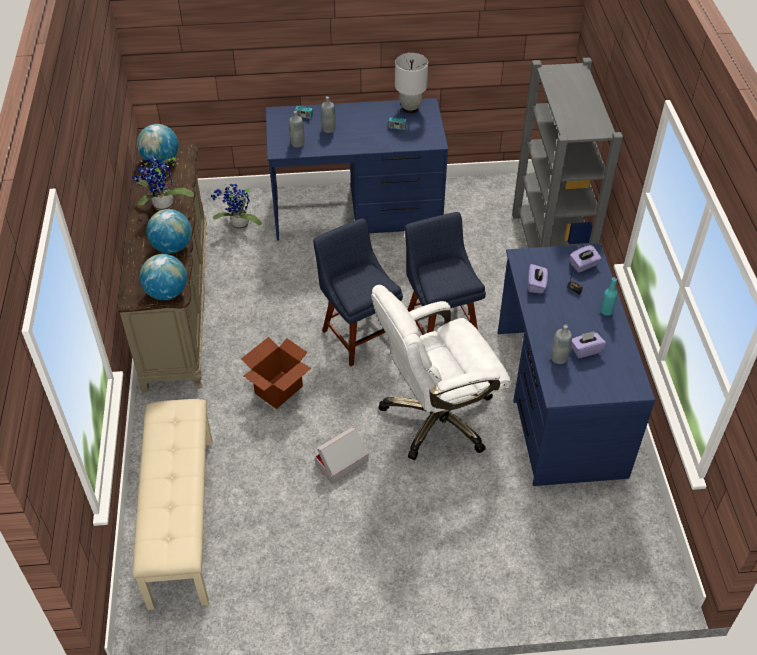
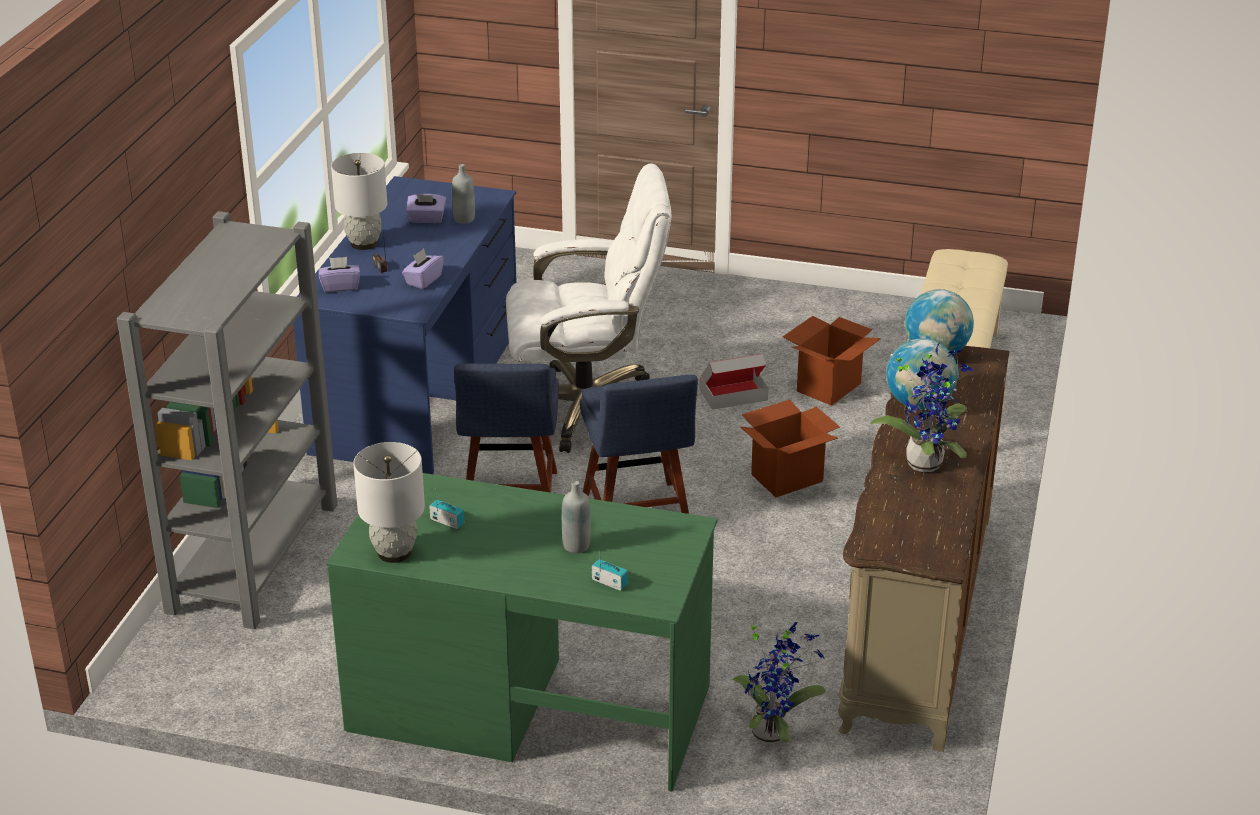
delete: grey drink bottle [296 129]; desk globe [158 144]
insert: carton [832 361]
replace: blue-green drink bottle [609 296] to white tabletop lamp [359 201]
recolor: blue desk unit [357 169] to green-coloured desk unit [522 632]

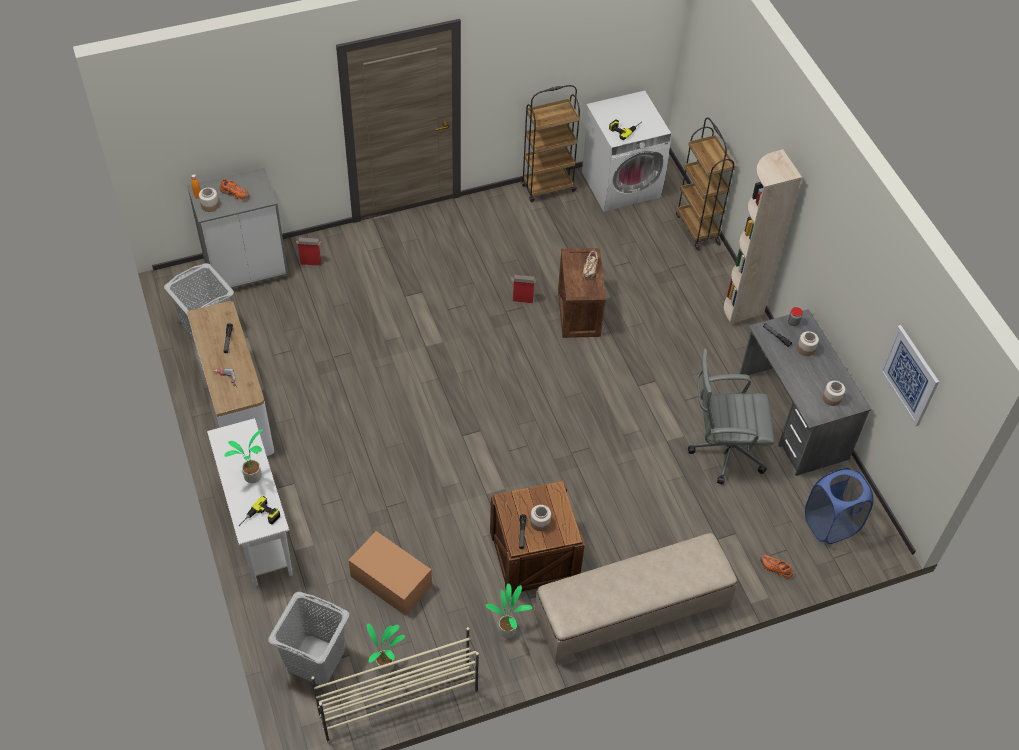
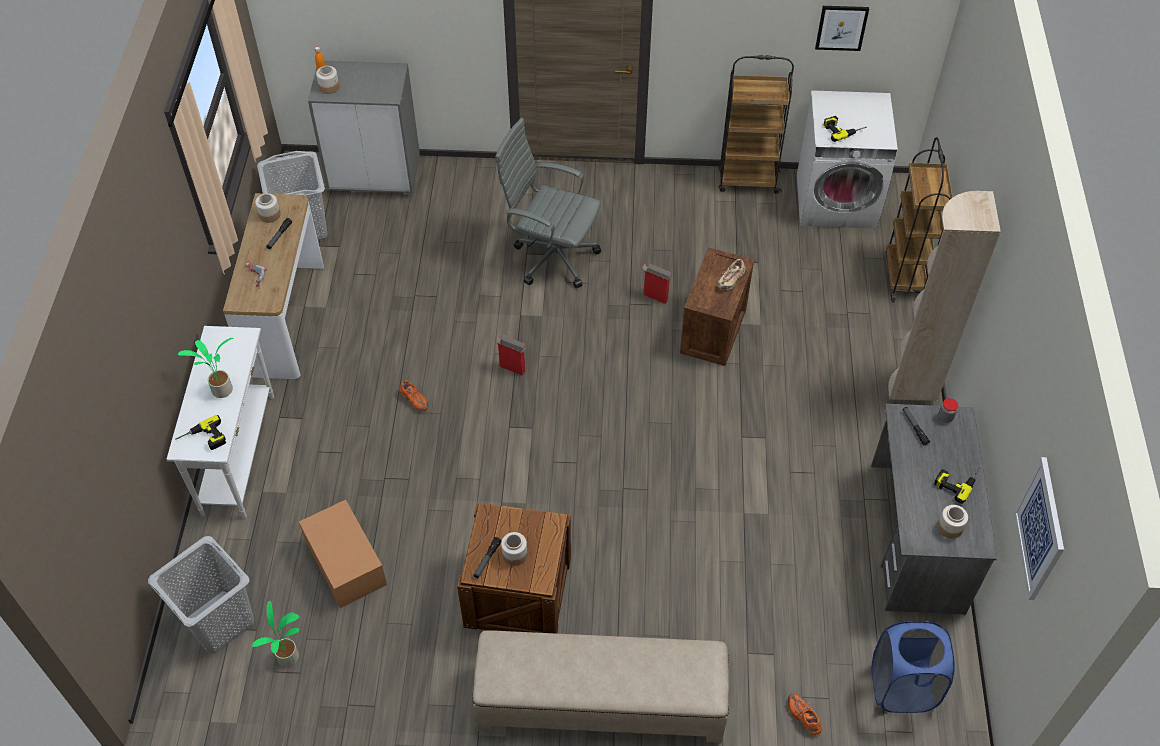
delete: houseplant [508 610]; beige-coloured shoe rack [395 685]
insert: wall art [842 28]; drill [957 485]
move: orangey low shoe [234 189] to [413 396]; carton [308 252] to [511 355]; storage jar [808 343] to [267 208]; grey office chair [731 416] to [548 203]

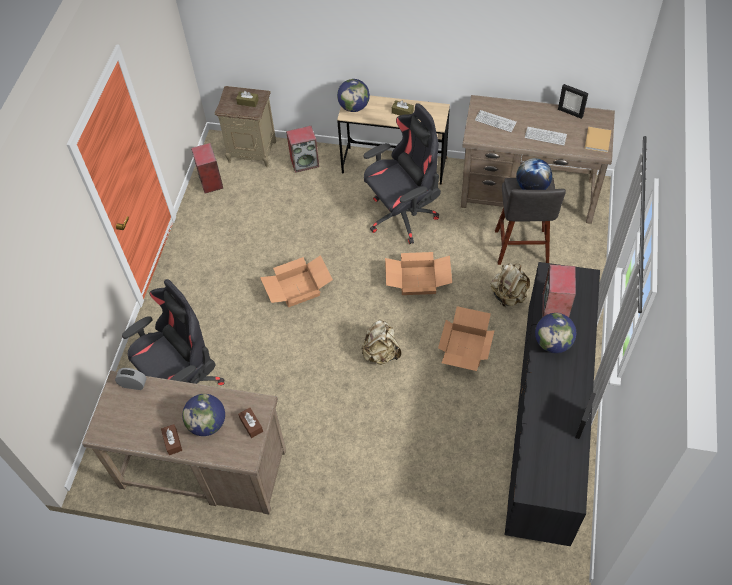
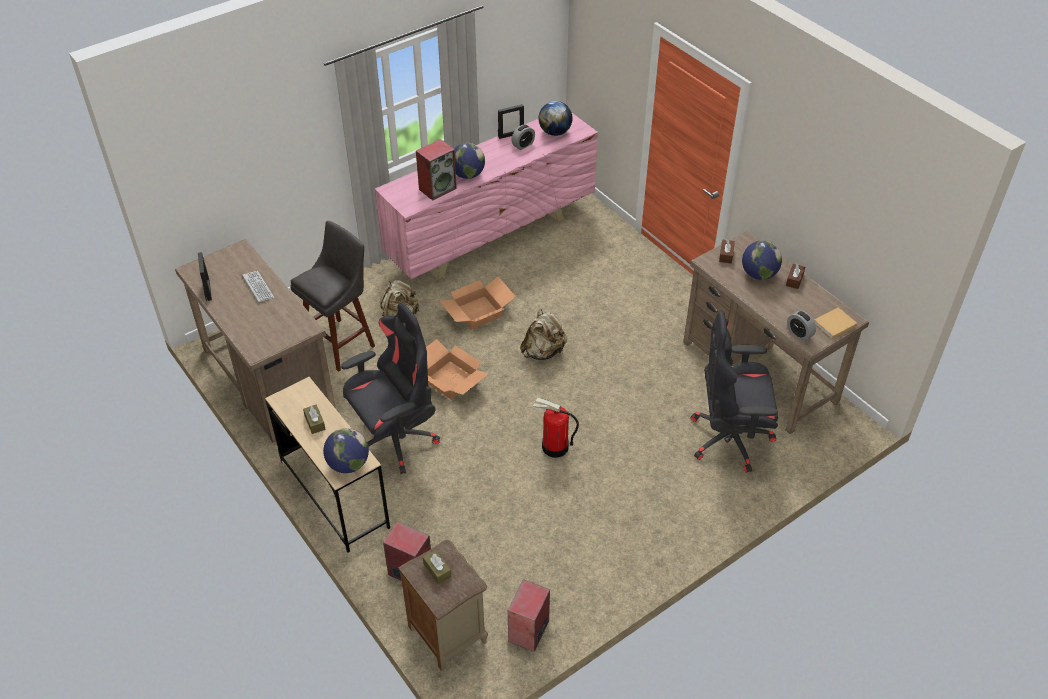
delete: keyboard [496 121]
insert: table clock [523 137]
move: beige-coloured bound book [597 140] to [836 323]; desk globe [534 174] to [555 118]
replace: carton [296 281] to extinguisher [556 428]
recolor: black-coloured cabinet [552 404] to pink cabinet [486 196]
rotate: black-coloured office chair [402 173] = [390 388] 135 degrees clockwise

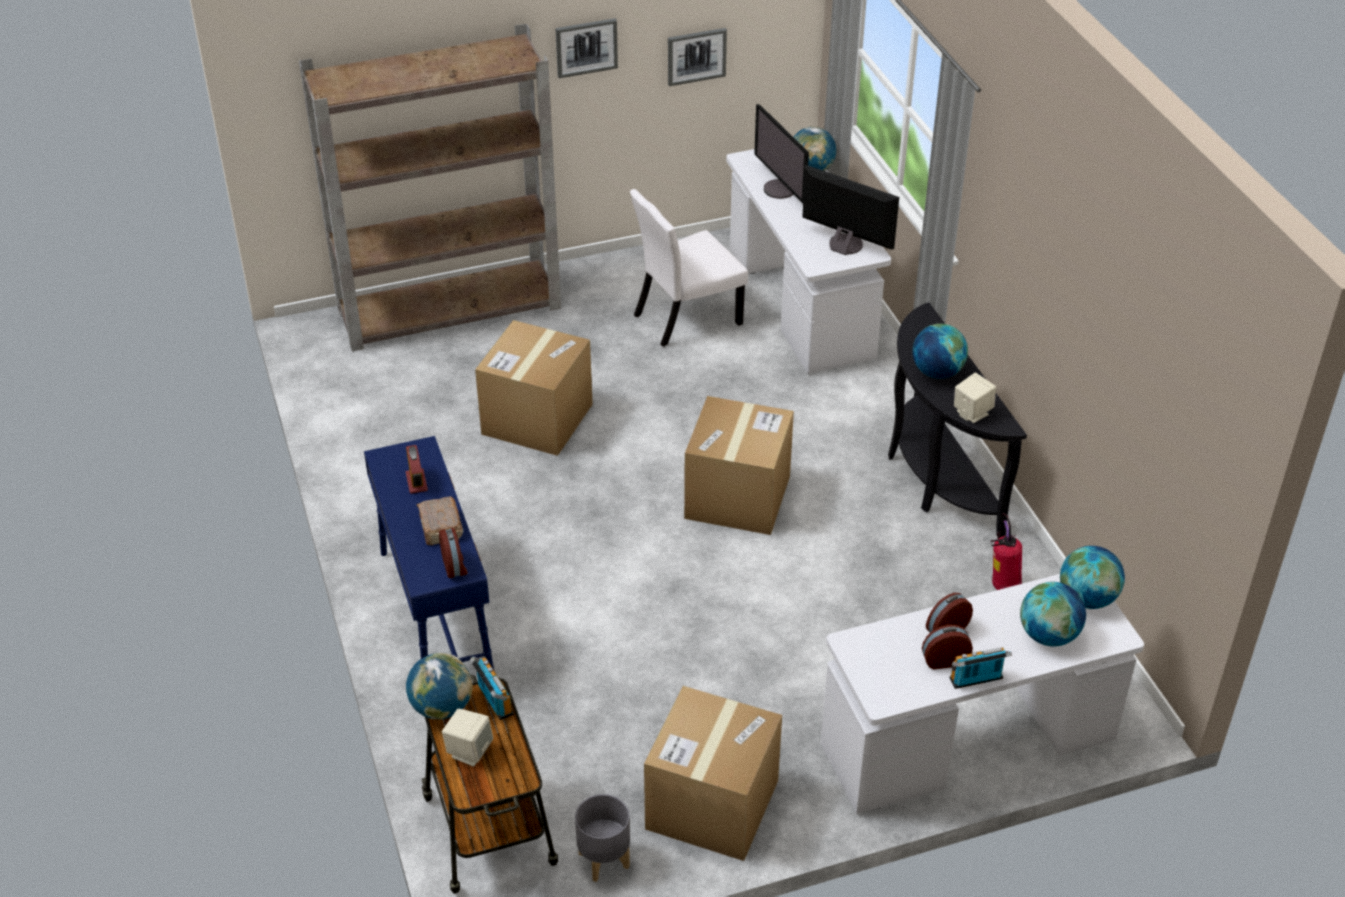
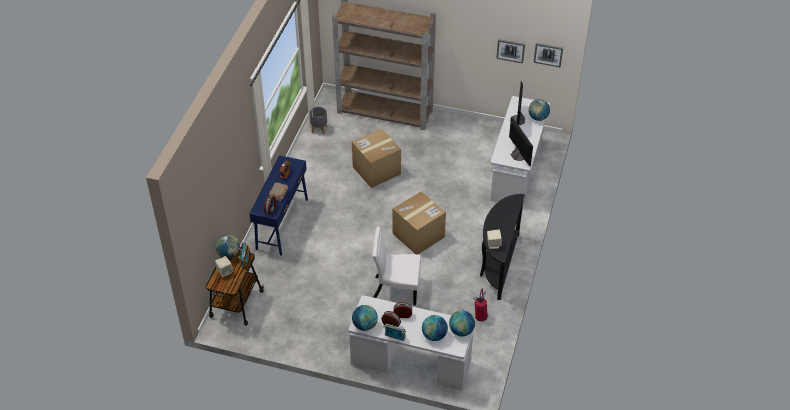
delete: carton [713 773]
move: wall art [586 48] to [548 55]; white upright chair [689 268] to [396 266]; desk globe [940 351] to [365 318]; grey planter [602 838] to [318 120]

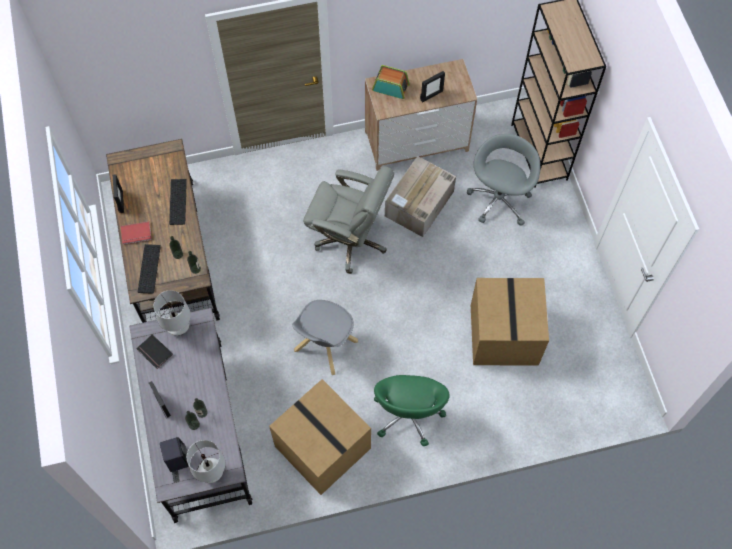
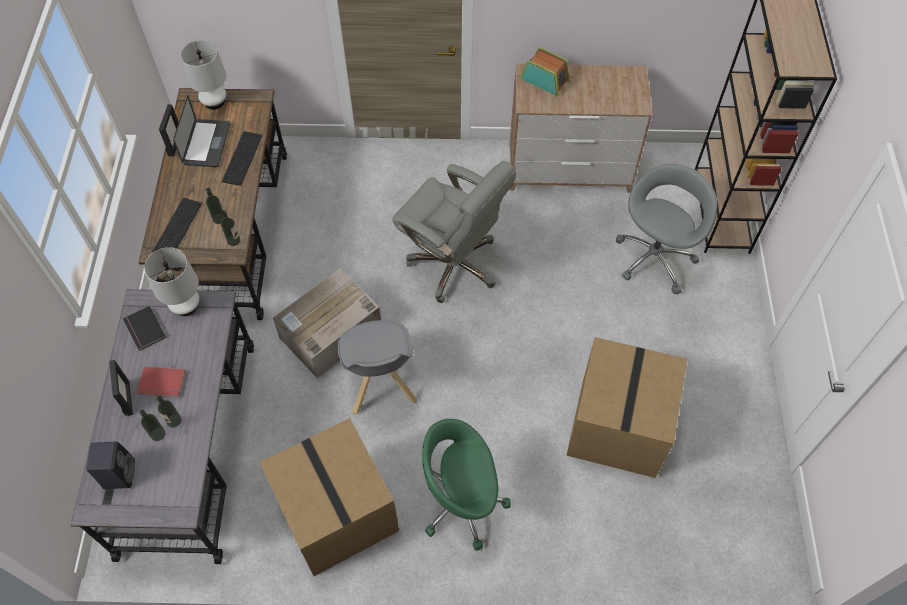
delete: standing frame [432 86]
insert: notebook computer [201 131]
move: carton [420 196] to [327 323]; reddish bound book [136 233] to [161 382]; white tabletop lamp [206 461] to [203 75]
rotate: grey upright chair [325 337] = [377 367] 60 degrees counterclockwise; green-coloured office chair [412 410] = [466 485] 60 degrees clockwise

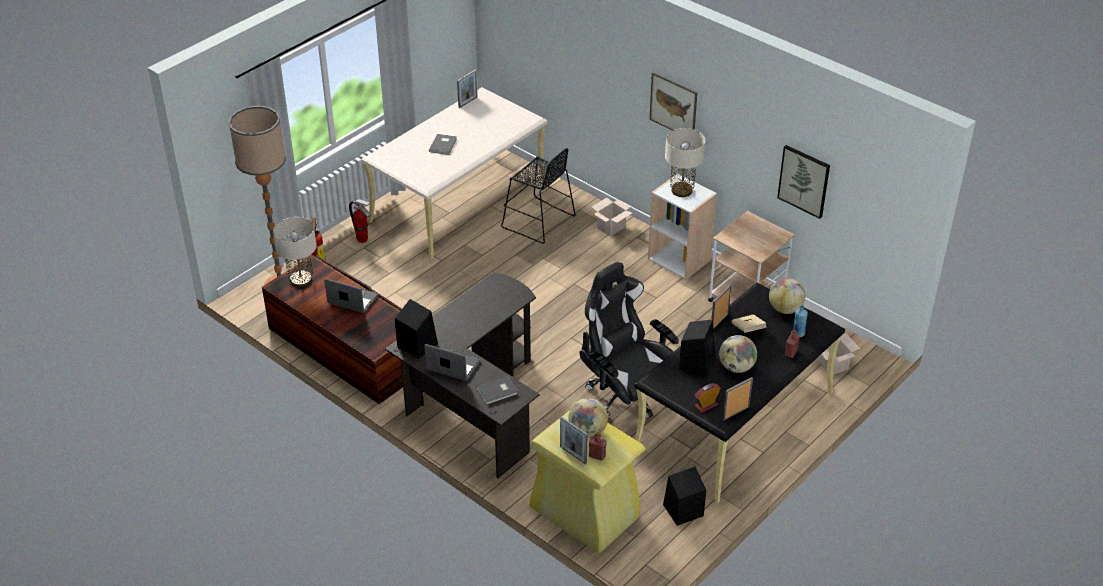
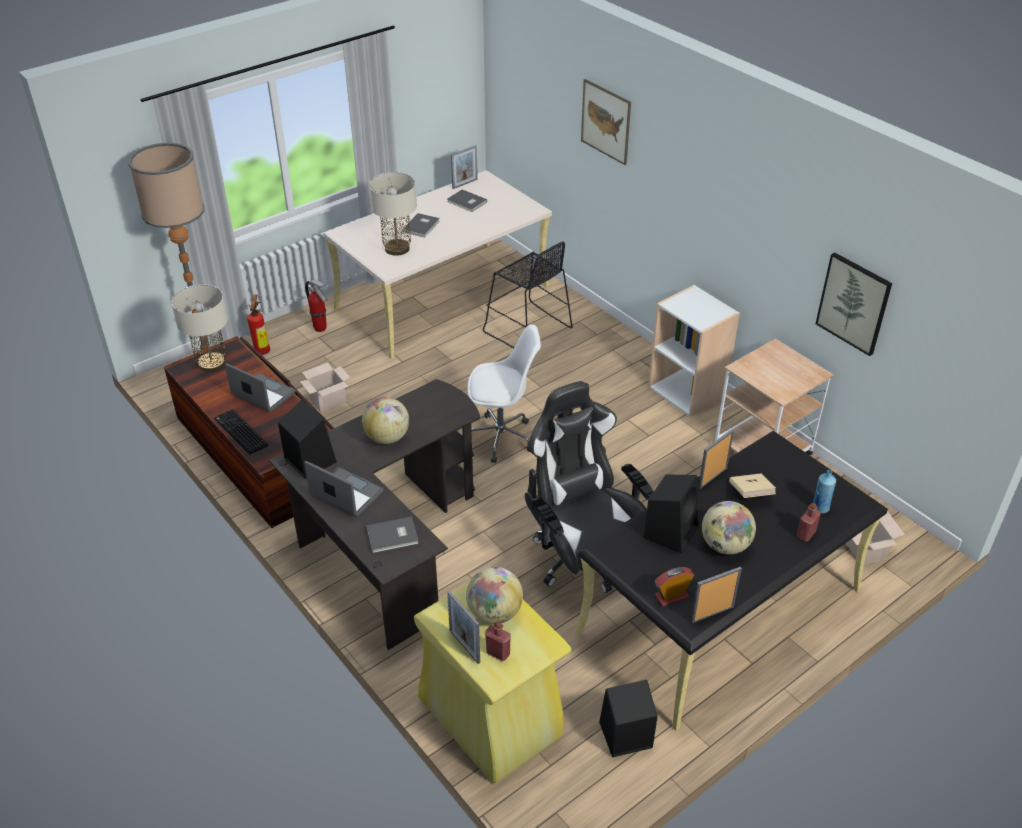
insert: grey bound book [467 201]; white office chair [504 393]; keyboard [241 431]
move: wall art [673 101] to [606 122]; tabletop lamp [685 162] to [393 214]; carton [612 217] to [325 388]; desk globe [787 296] to [385 420]

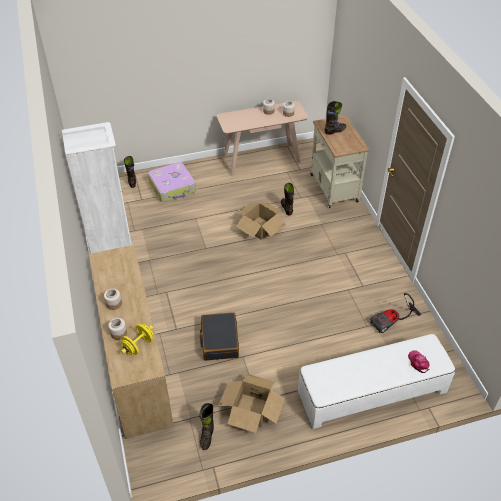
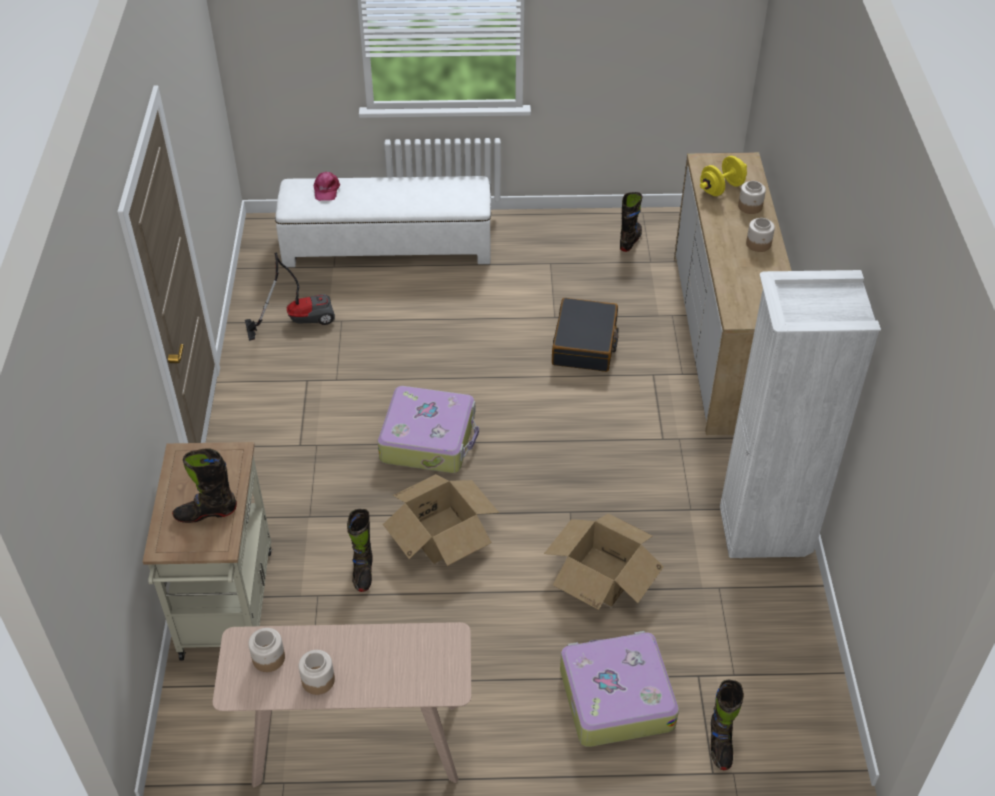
insert: piece of luggage [428 429]
move: carton [251 403] to [604 561]

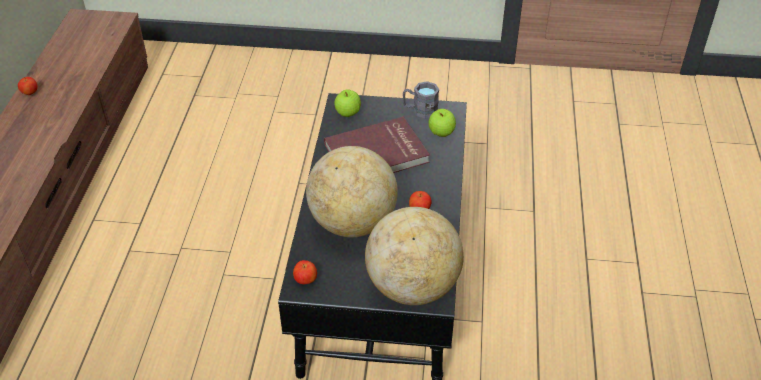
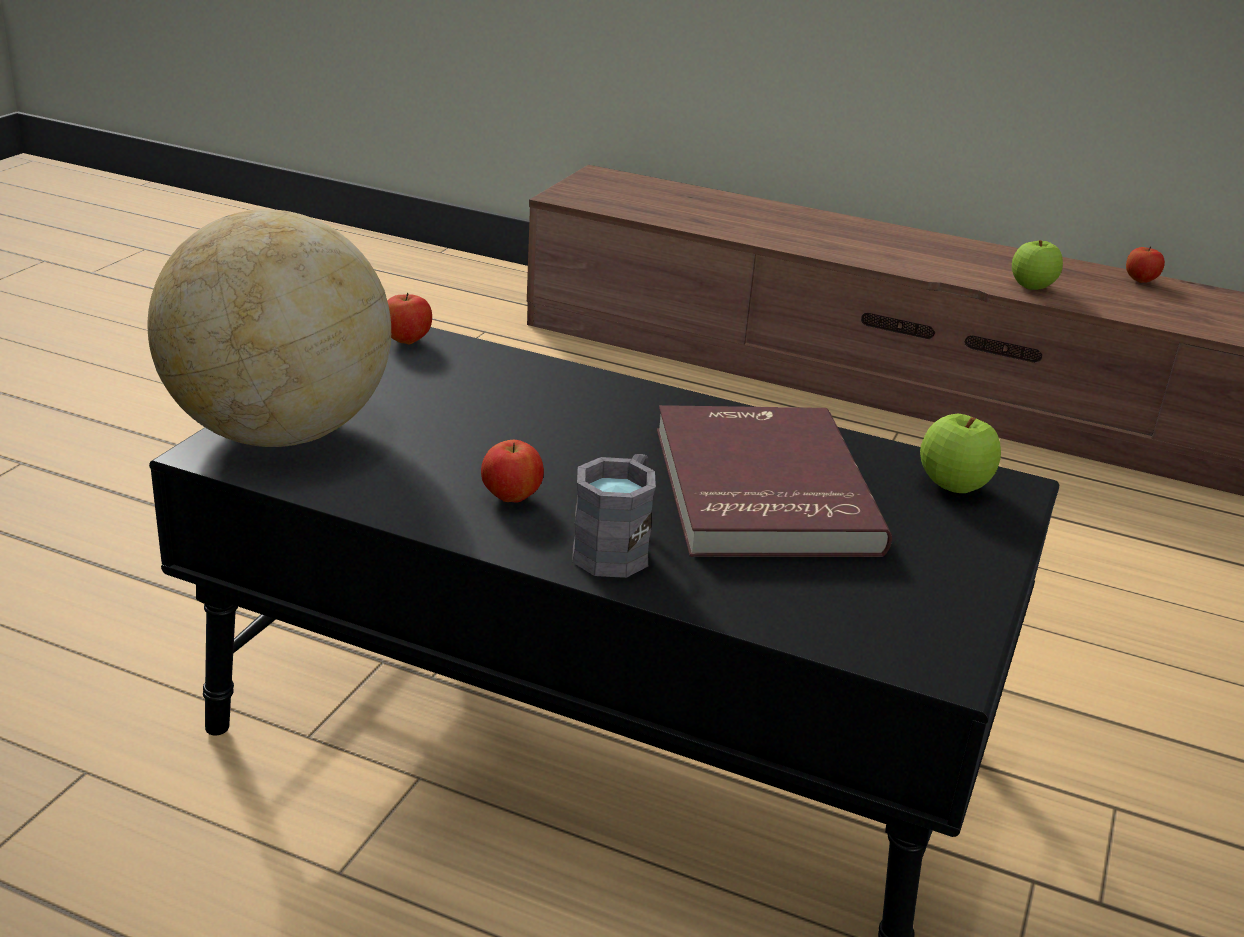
delete: desk globe [352 191]
move: grey mug [421 100] to [614 516]; whole apple [442 123] to [1037 265]

